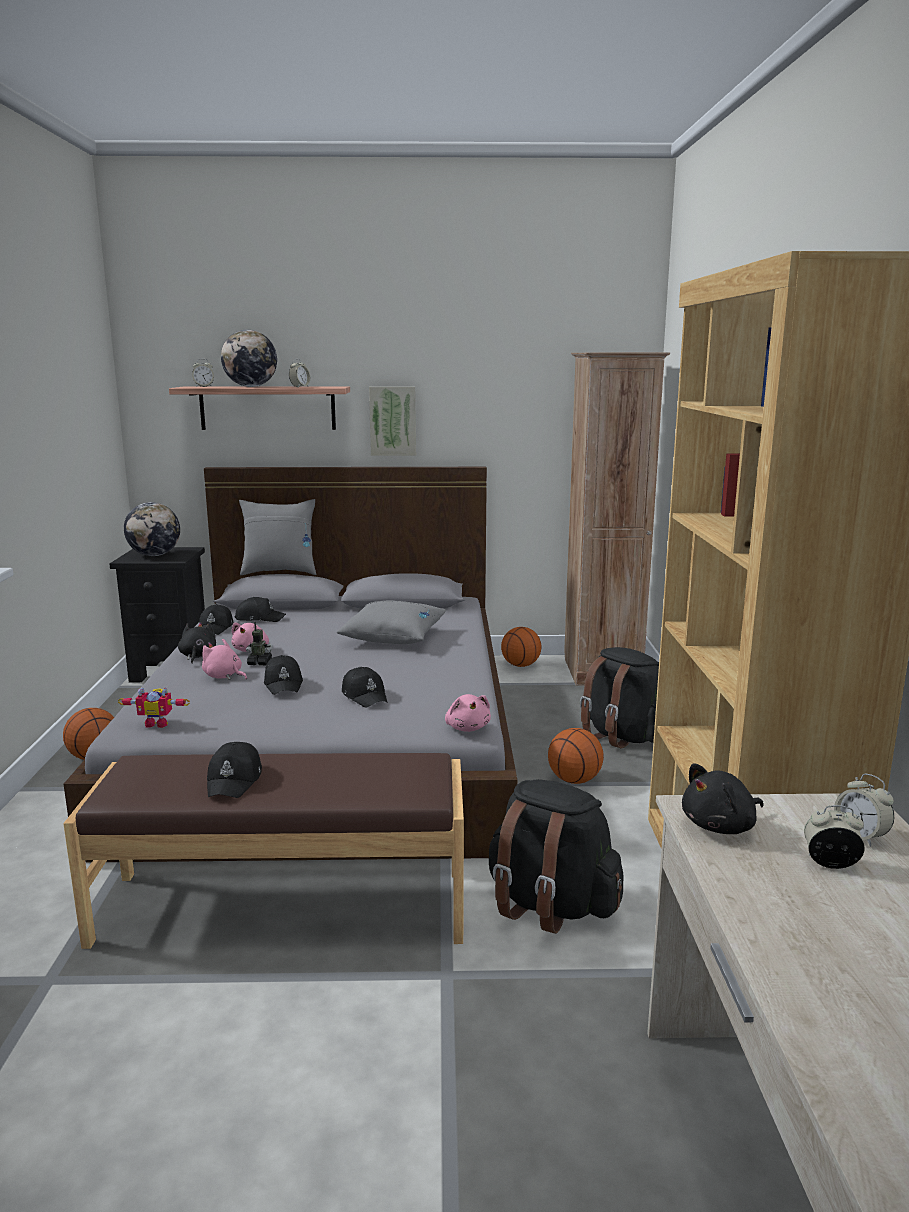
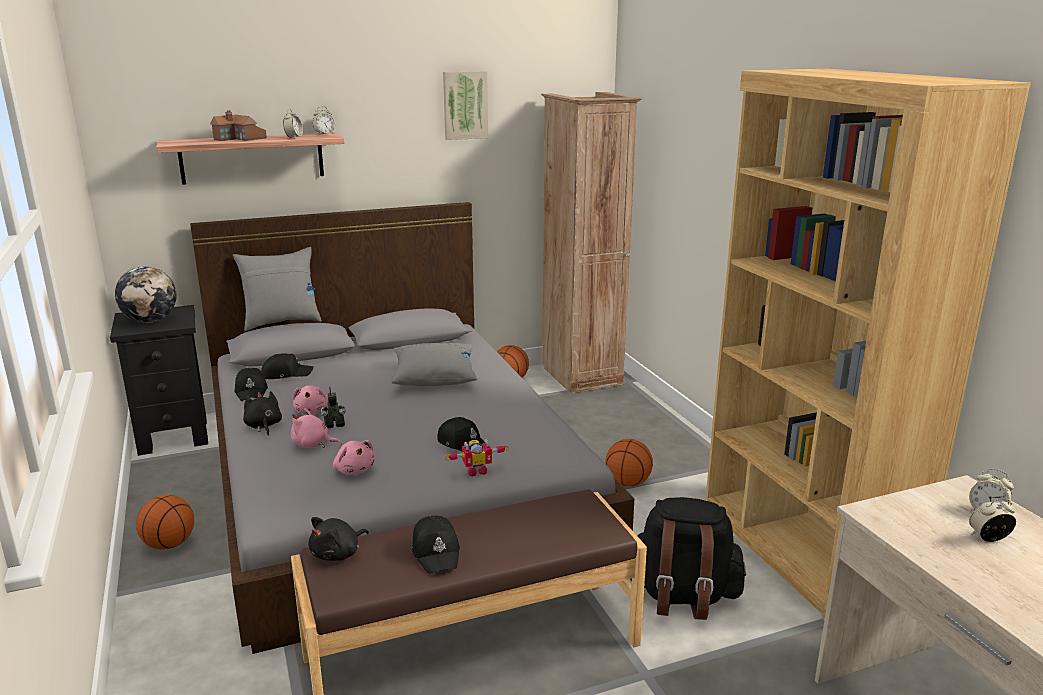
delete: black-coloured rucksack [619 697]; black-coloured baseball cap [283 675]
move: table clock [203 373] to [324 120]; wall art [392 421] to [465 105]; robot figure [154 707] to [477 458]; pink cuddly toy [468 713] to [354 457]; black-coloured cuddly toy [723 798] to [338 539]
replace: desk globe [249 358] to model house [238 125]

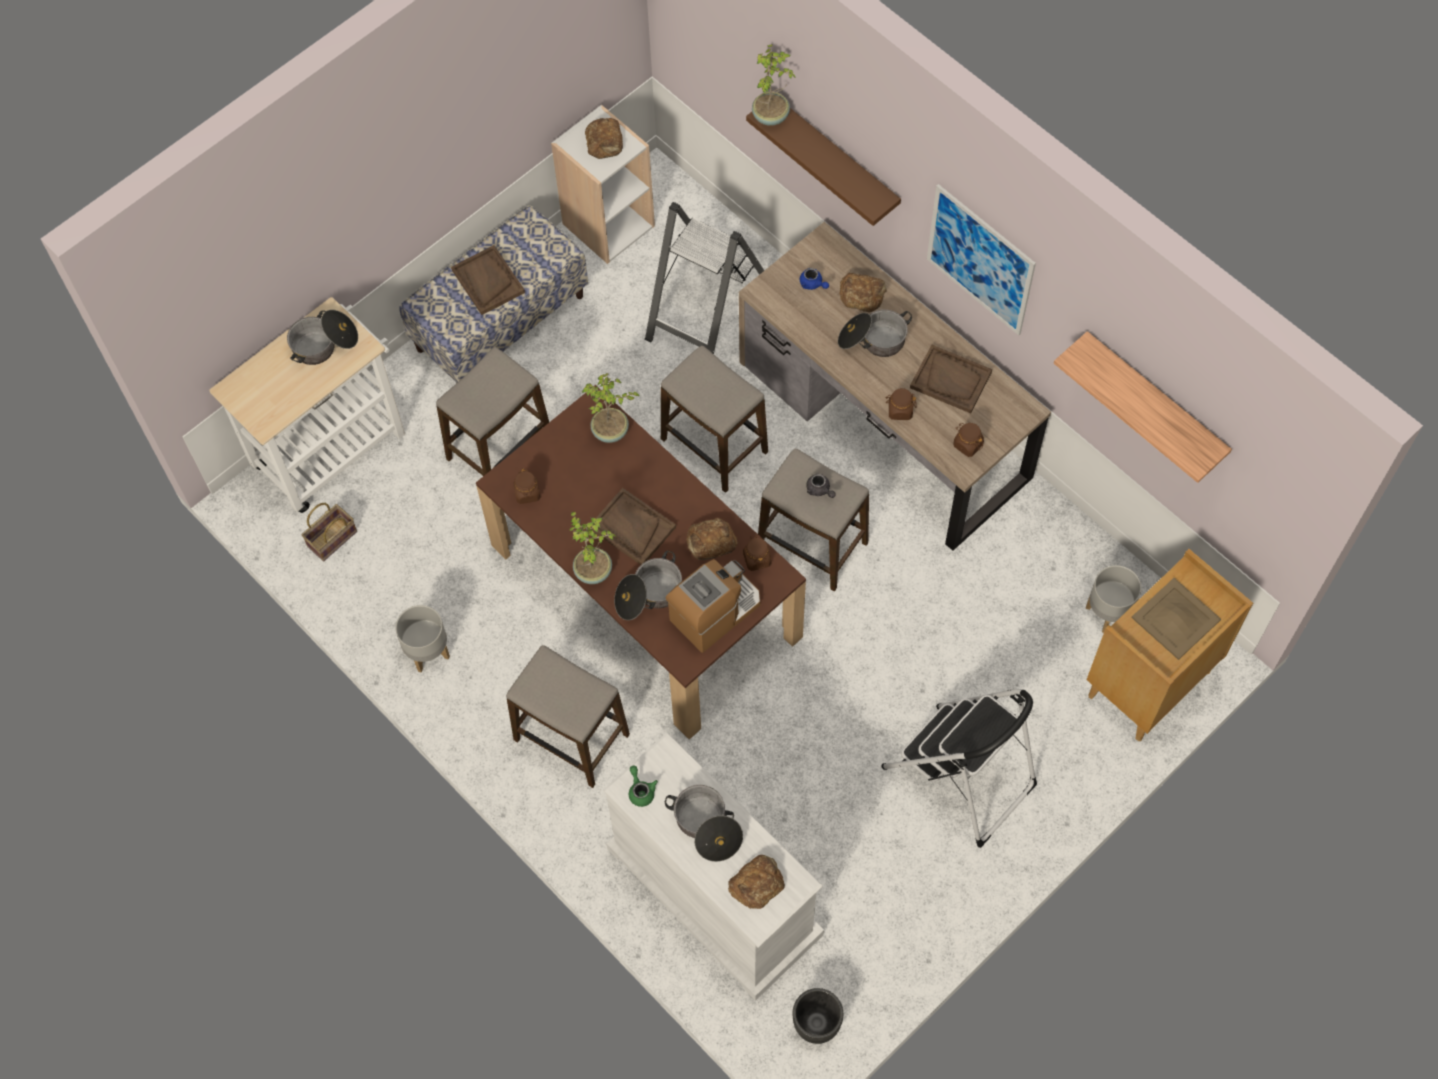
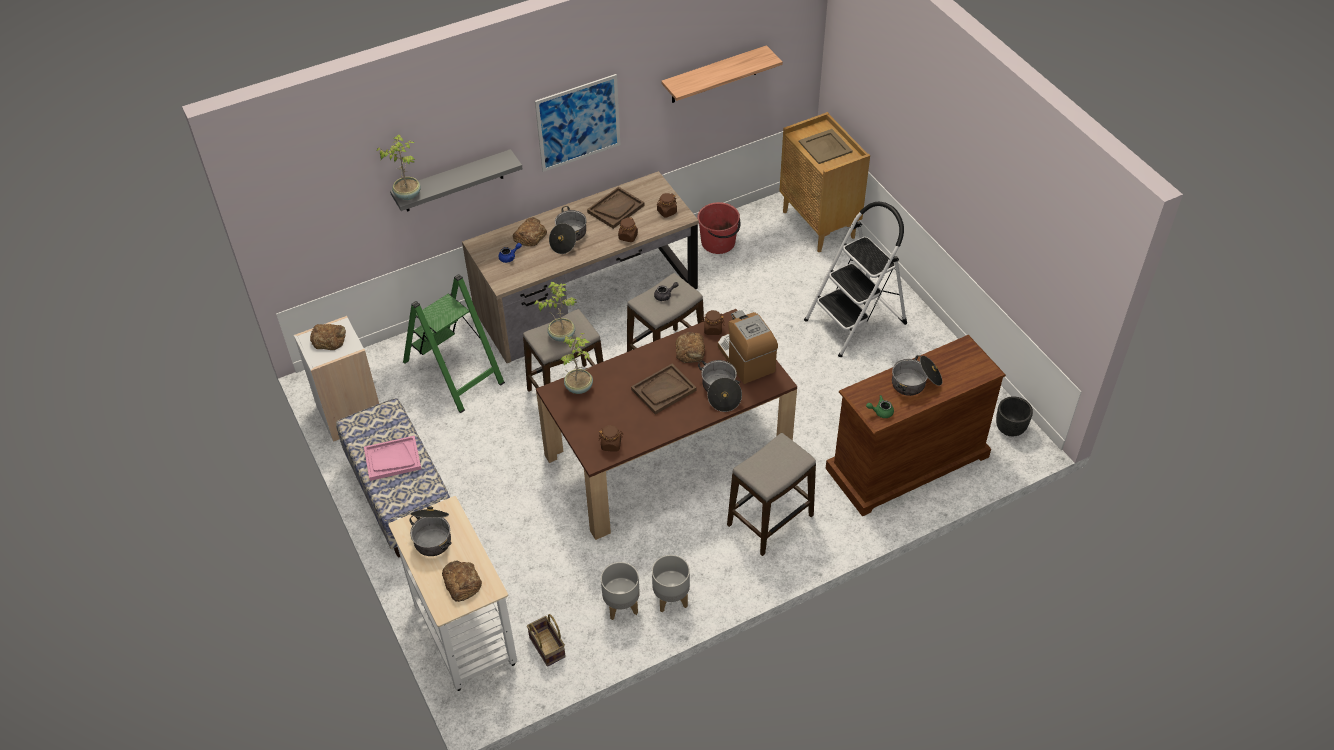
delete: sitting stool [492 411]
insert: reddish pail [719 228]
move: houseplant [592 548] to [555 311]; grey planter [1113 599] to [620 591]; baked bread [756 882] to [462 581]
recolor: brownish wall shelf [823 167] to grey wall shelf [456 180]; grey step ladder [704 278] to green-coloured step ladder [454 343]; brownish serving tray [488 280] to pink serving tray [392 458]; white chest of drawers [713 866] to brownish chest of drawers [915 425]

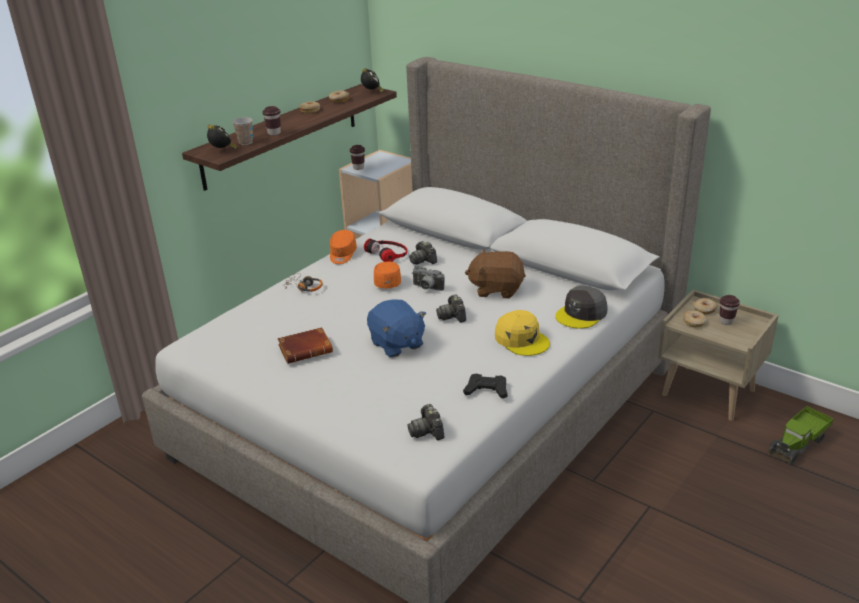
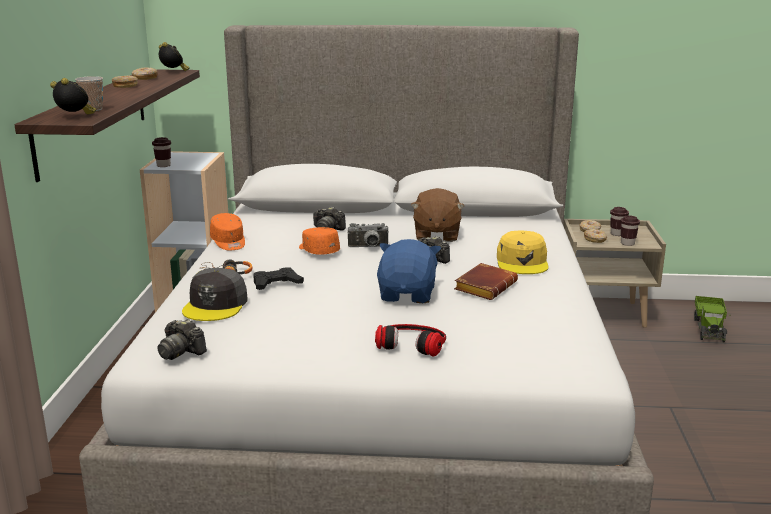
move: brownish drinking cup [271 121] to [630 230]; headphones [385 250] to [410 340]; grey baseball cap [581 307] to [214 294]; brownish bound book [305 345] to [486 281]; black-coloured game controller [485 386] to [278 278]; still camera [426 422] to [182 339]
rotate: brownish cuddly toy [495 273] = [437 215] 60 degrees counterclockwise; blue cuddly toy [396 329] = [409 271] 105 degrees counterclockwise; yellow-coloured baseball cap [522 333] = [523 252] 75 degrees clockwise

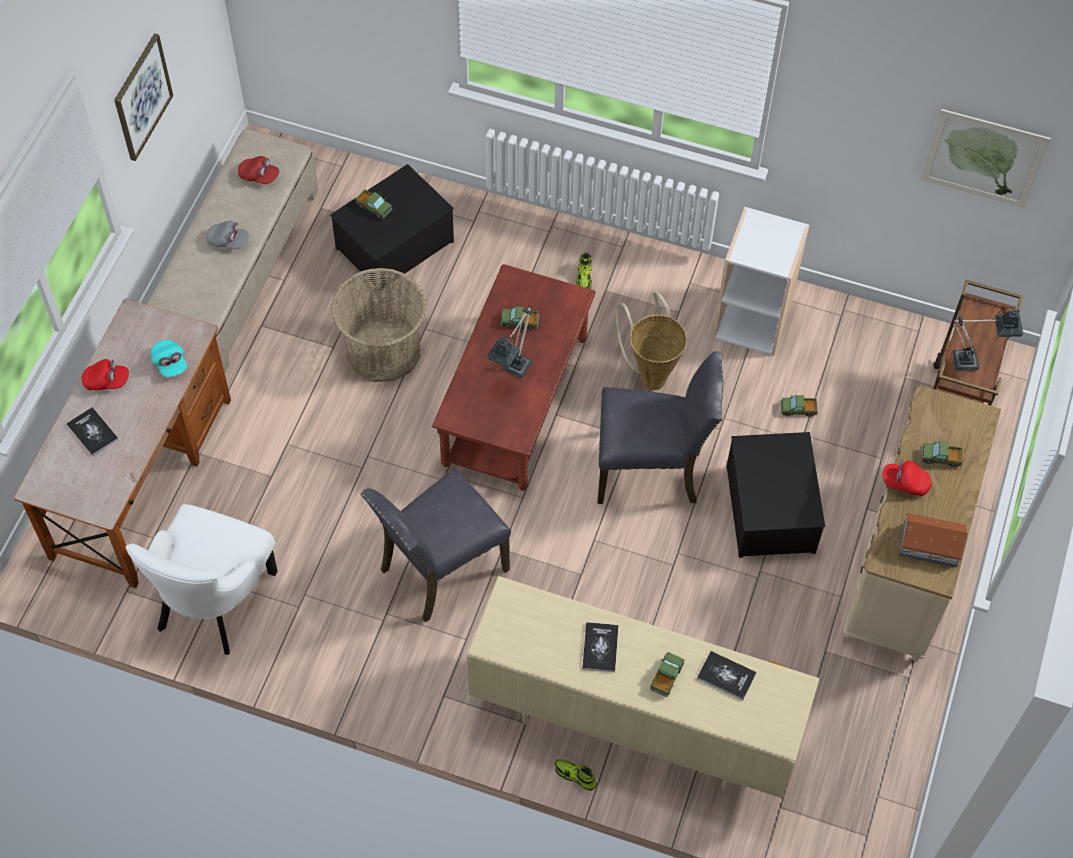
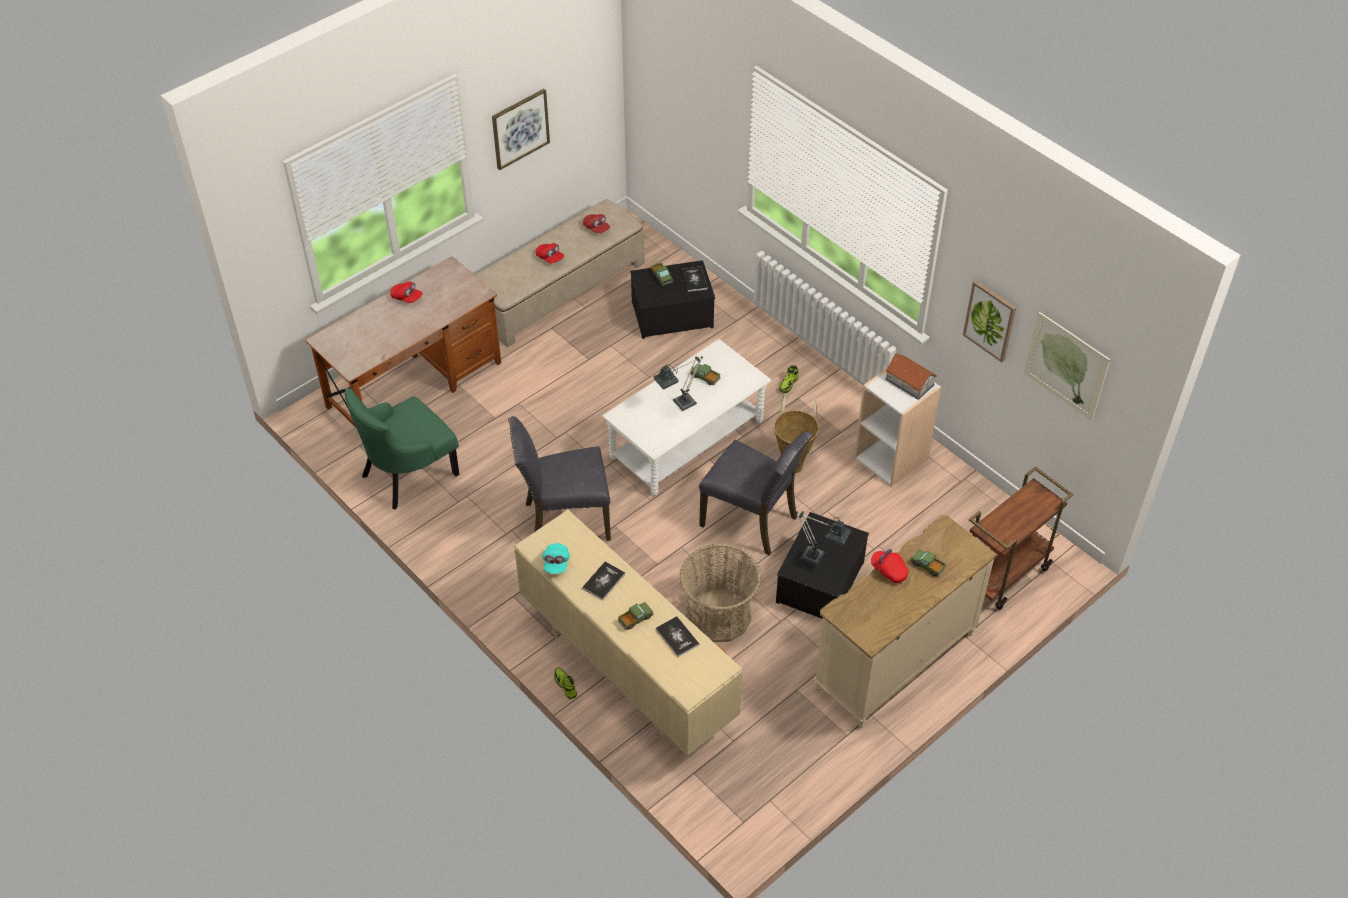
delete: toy truck [799 406]
insert: wall art [989 321]
move: storage basket [379 325] to [720 592]; tabletop lamp [988 338] to [823 538]; blue-green baseball cap [169 358] to [556 558]; bound book [93 431] to [695 279]; model house [933 540] to [911 376]
recolor: grey baseball cap [227 235] to reddish baseball cap [549 253]; brownish coffee table [514 377] to white coffee table [686 418]; white upright chair [202 579] to green-coloured upright chair [402 449]

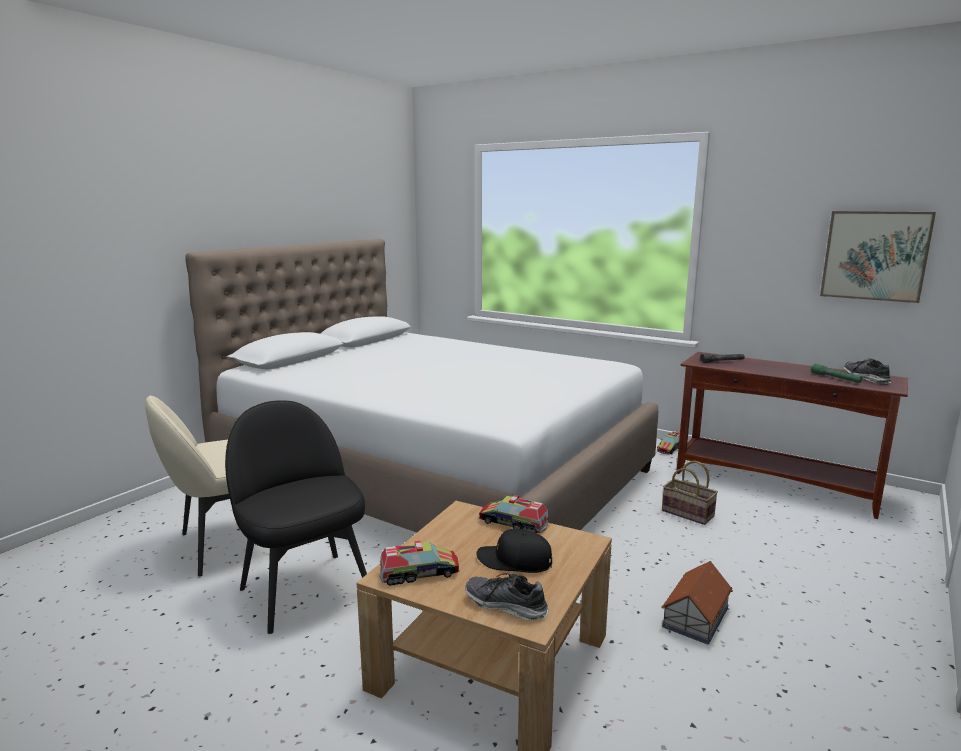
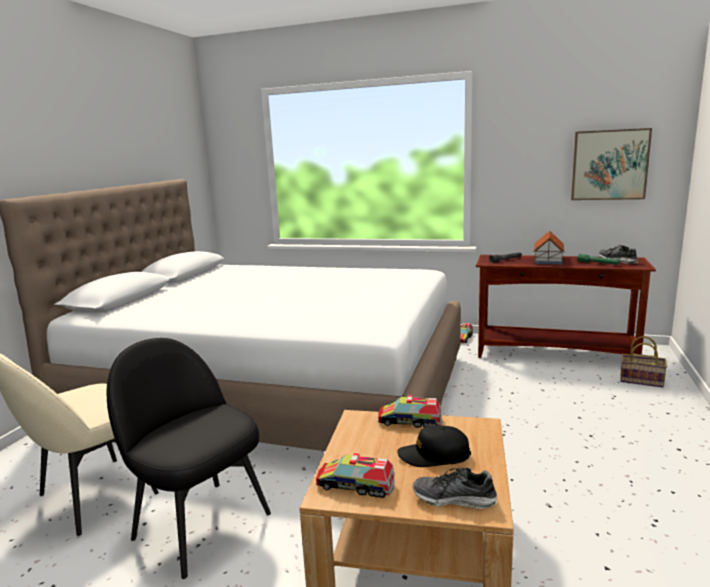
move: storage basket [690 493] to [644 362]; model house [697 603] to [549 248]
rotate: toy truck [420 563] = [355 475] 135 degrees counterclockwise

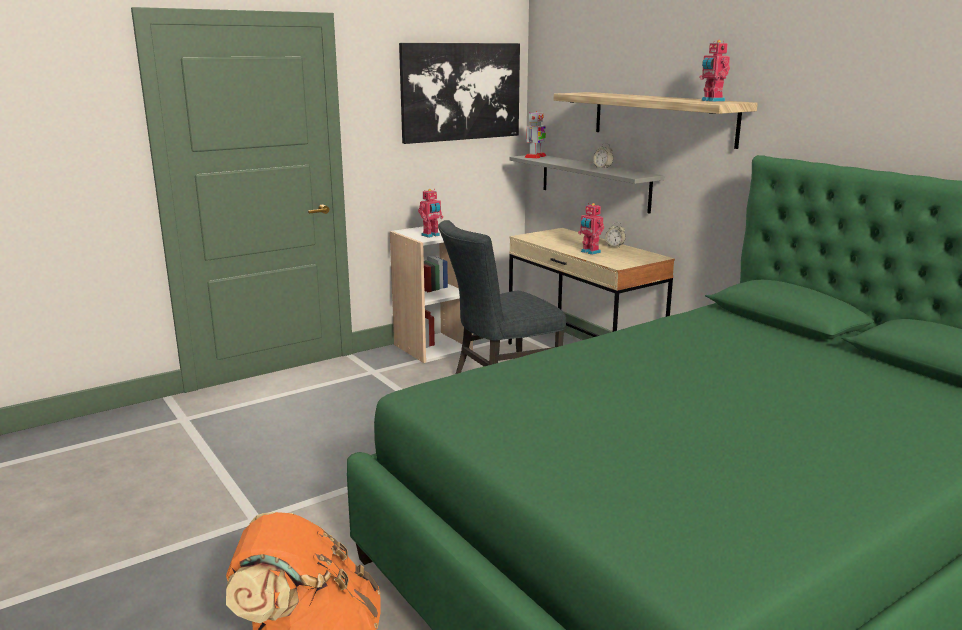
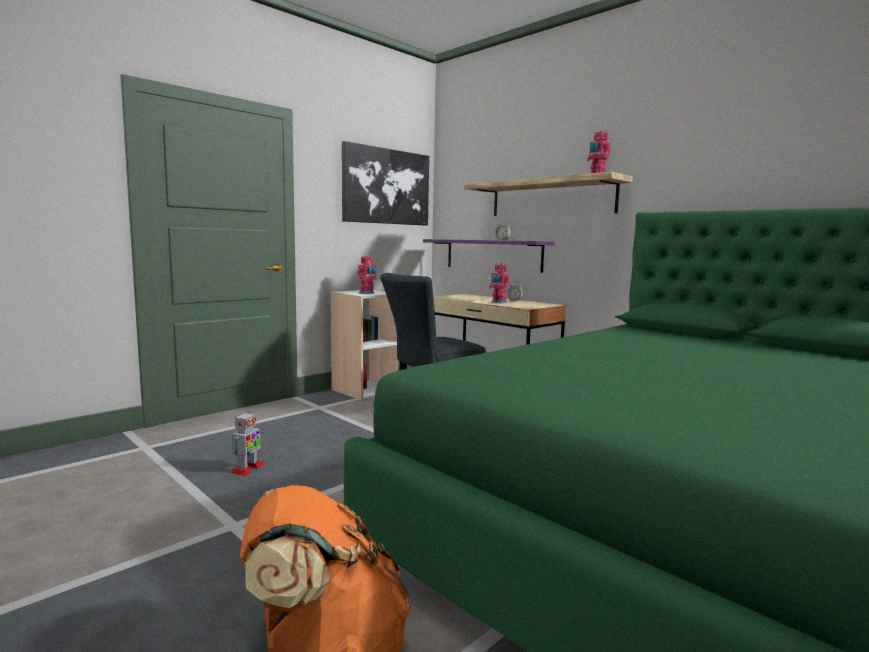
move: robot figure [535 135] to [247 443]
recolor: grey wall shelf [587 184] to purple-coloured wall shelf [489 256]

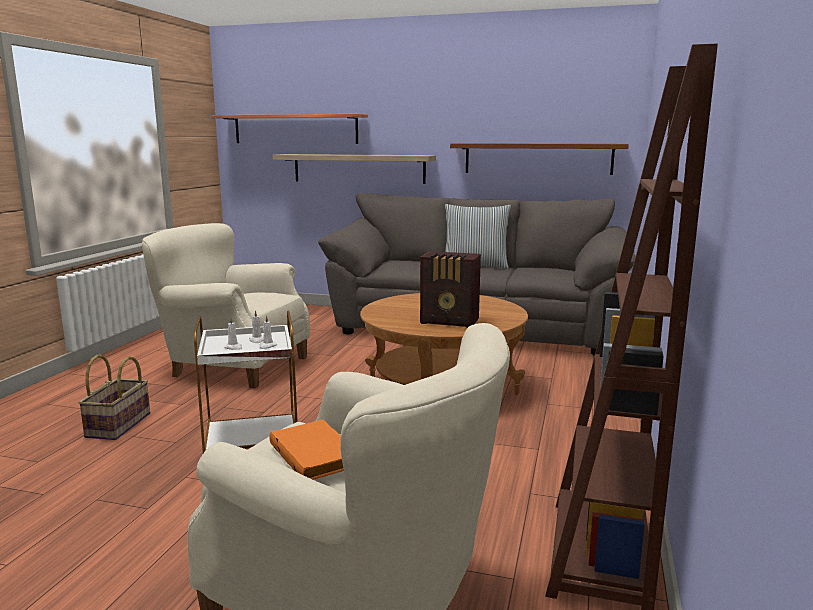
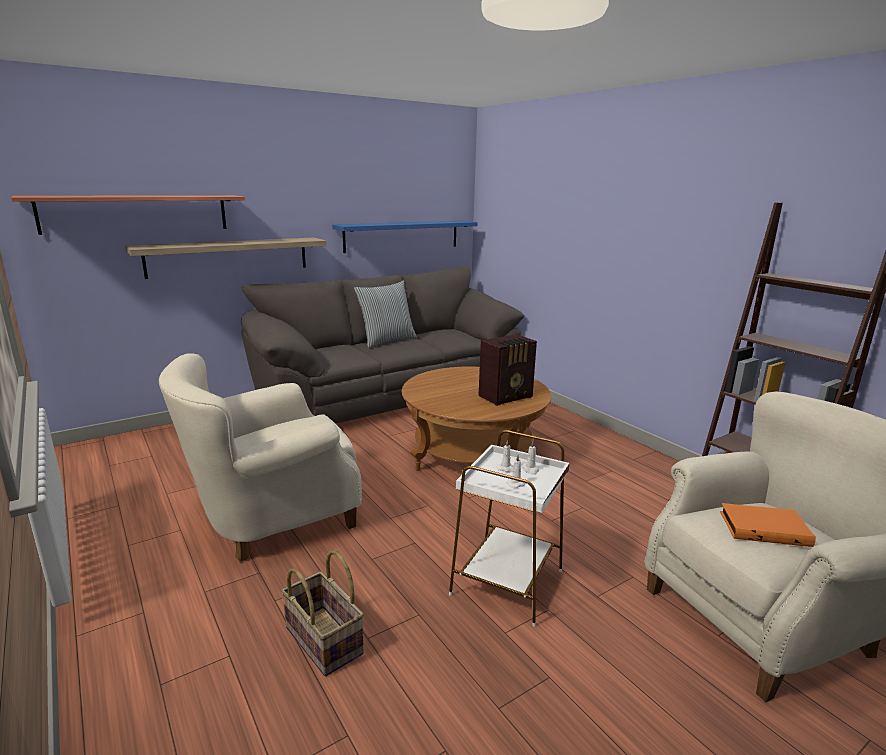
recolor: brownish wall shelf [539 159] to blue wall shelf [405 236]

